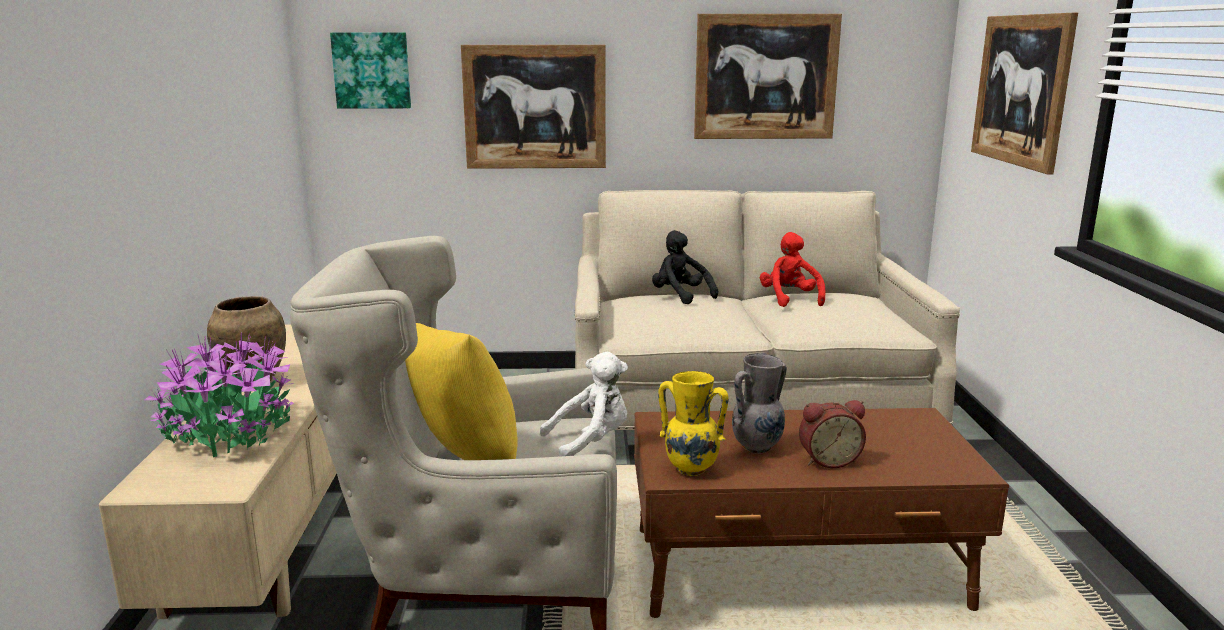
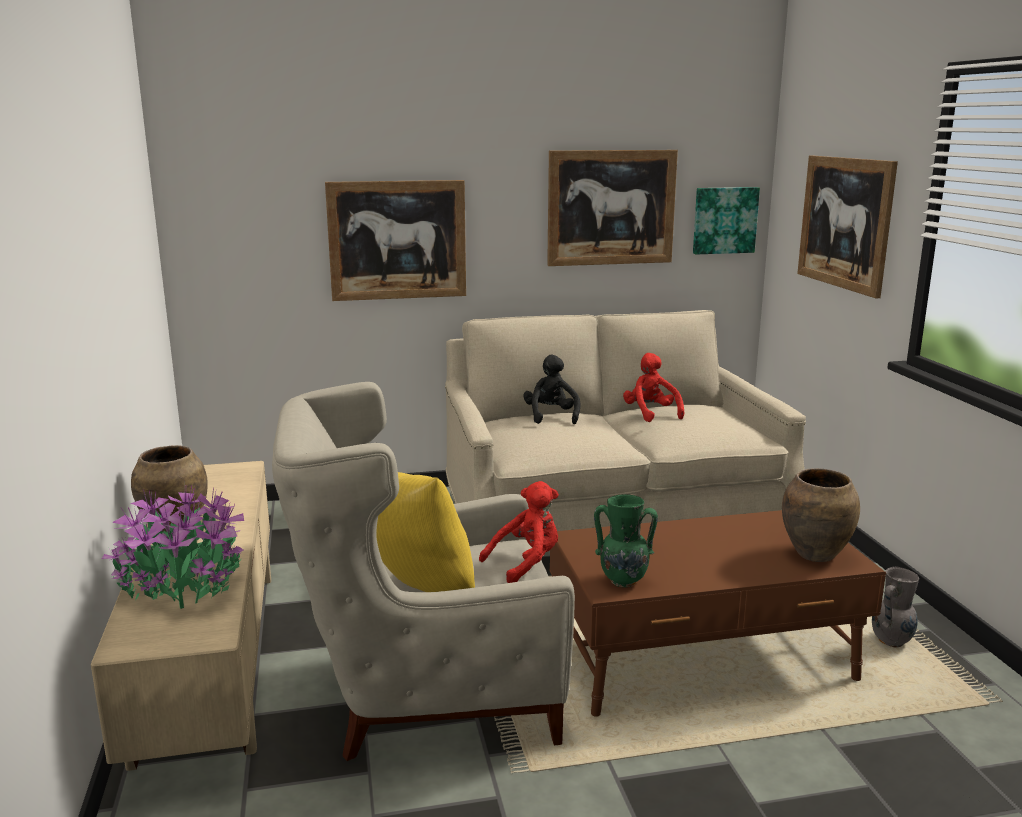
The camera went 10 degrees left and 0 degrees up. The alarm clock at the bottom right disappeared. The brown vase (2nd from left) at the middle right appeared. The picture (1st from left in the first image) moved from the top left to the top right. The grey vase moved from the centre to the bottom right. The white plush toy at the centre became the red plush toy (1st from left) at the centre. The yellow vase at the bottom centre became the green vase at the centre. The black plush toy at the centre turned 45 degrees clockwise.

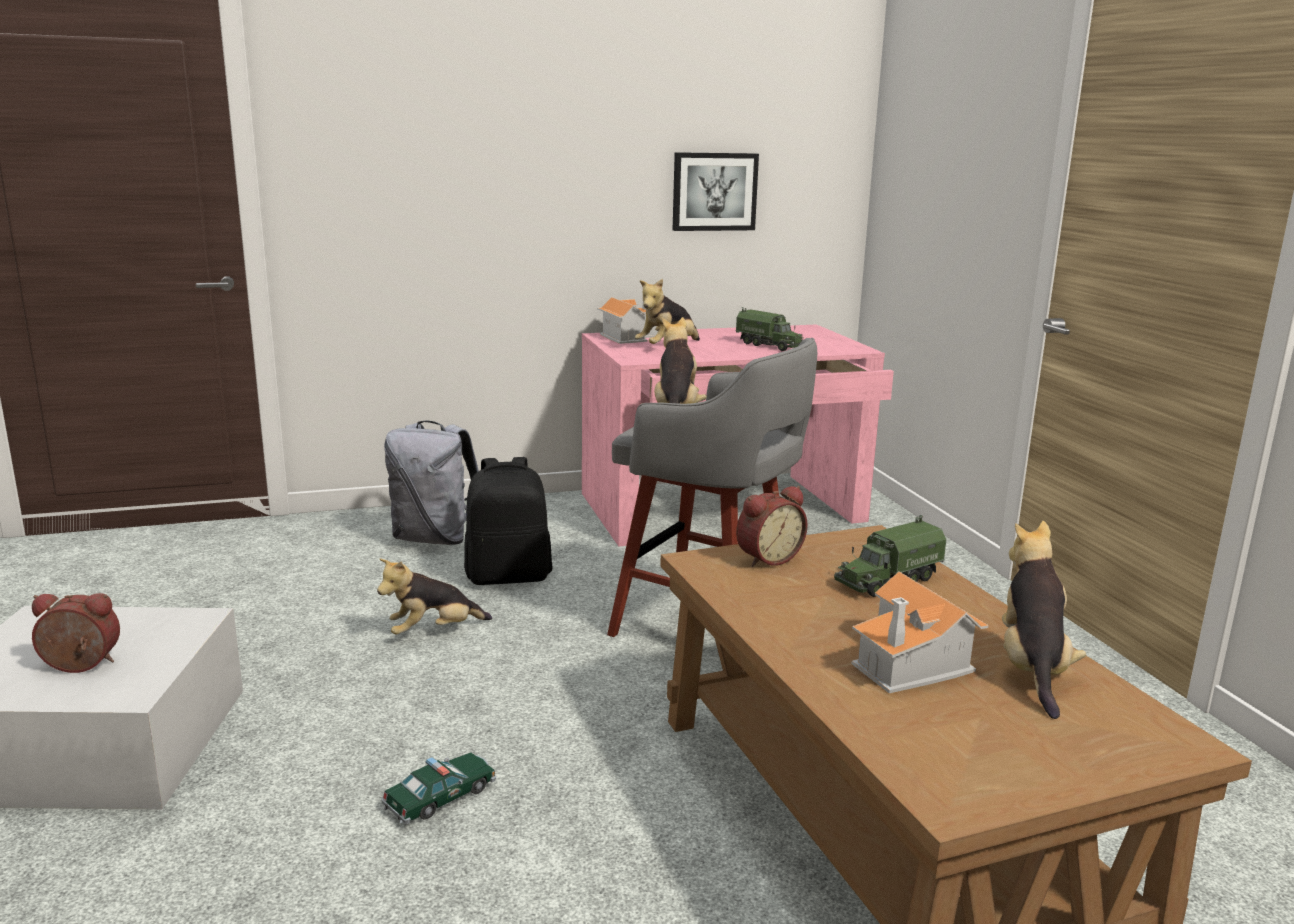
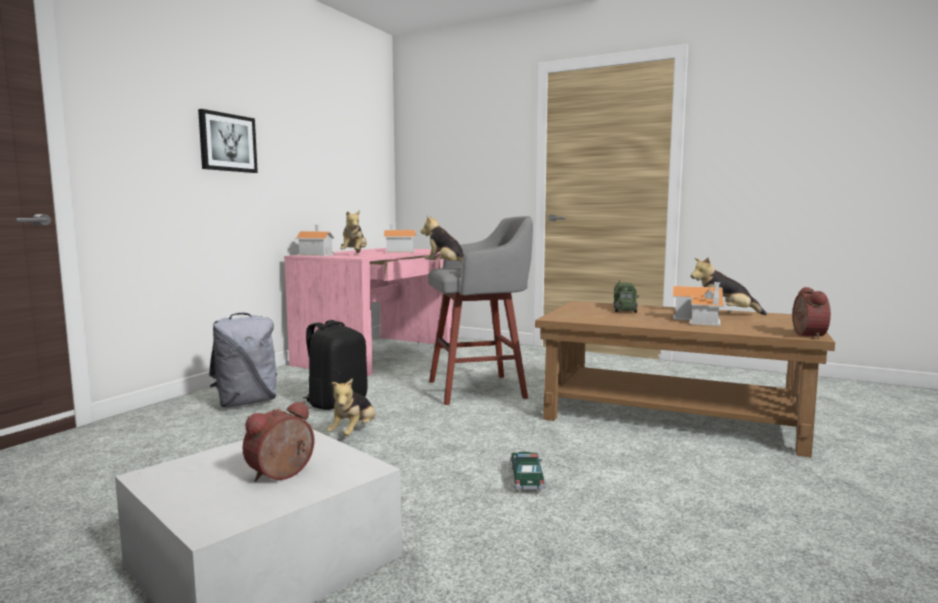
The camera went 45 degrees left and 10 degrees down. The picture moved from the top centre to the top left. The alarm clock (2nd from left) moved from the centre to the middle right. The toy truck (1st from left) at the centre was replaced by the toy house (2nd from left) at the centre. The plush toy (4th from left) at the bottom right turned 45 degrees counterclockwise.

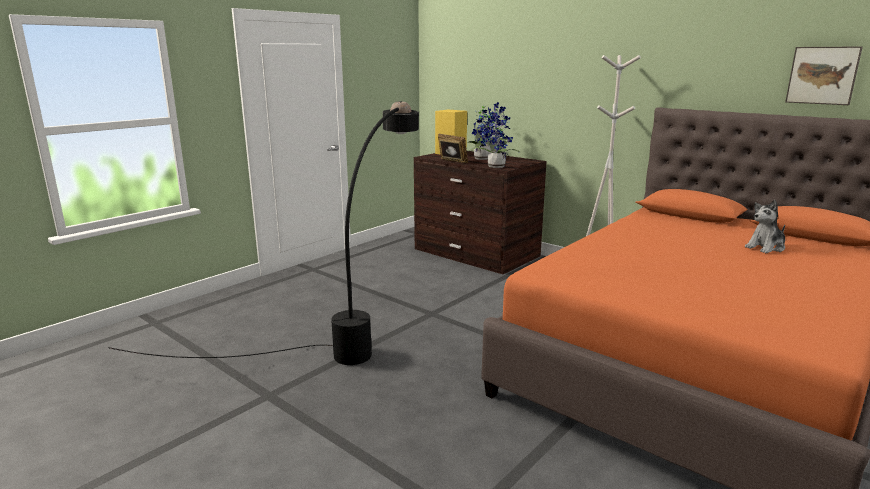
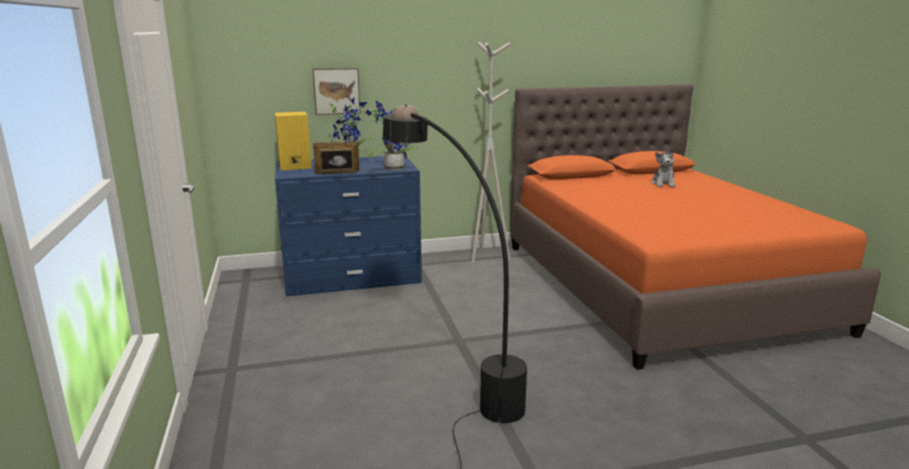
The camera went 55 degrees left and 0 degrees up. The picture moved from the top right to the top centre. The brown dresser at the centre became the blue dresser at the centre.

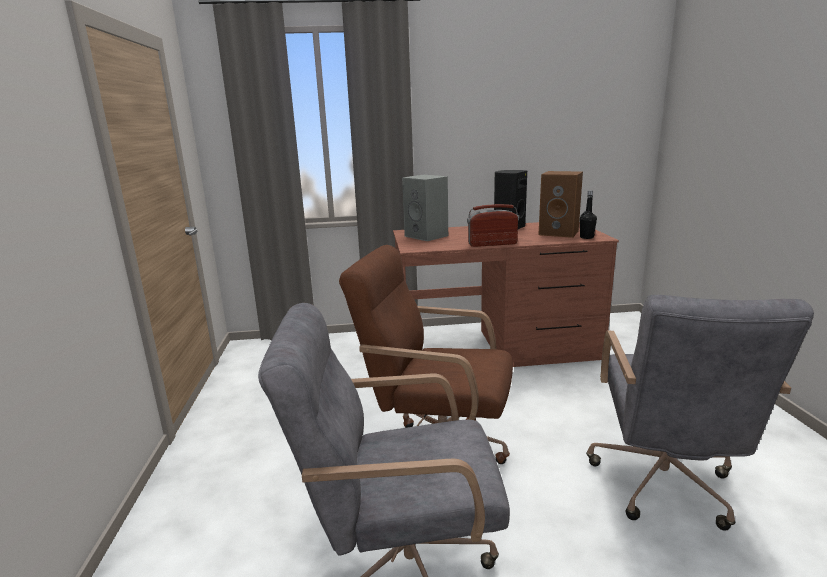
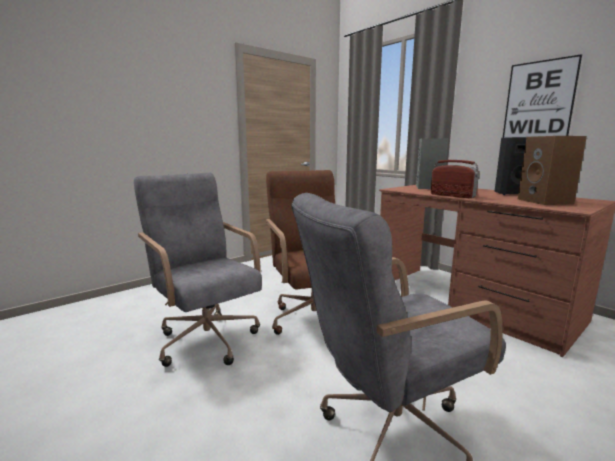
The camera went 55 degrees right and 5 degrees down. The black bottle at the middle right disappeared. The picture at the top right appeared.

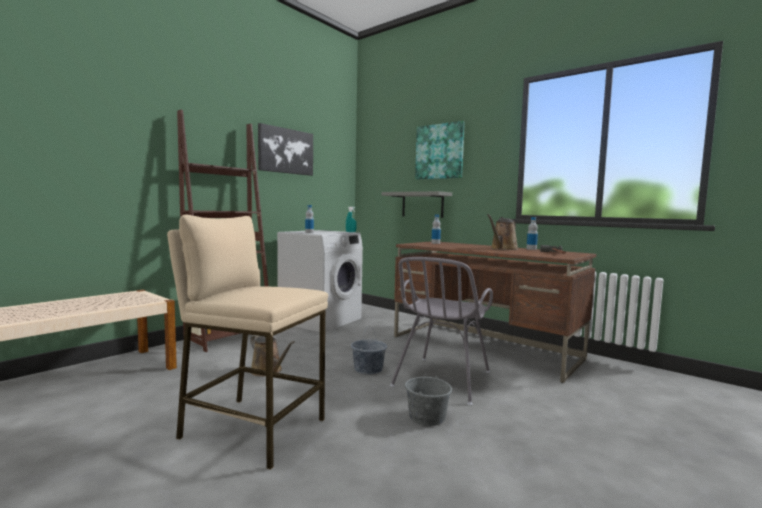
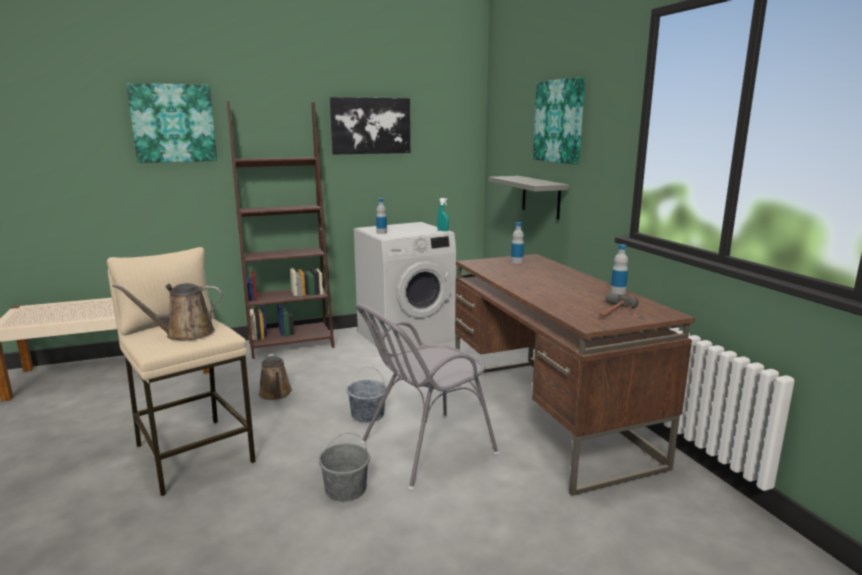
The camera went 30 degrees right and 10 degrees up. The picture (1st from left) at the top left appeared. The brown watering can (2nd from left in the first image) moved from the centre to the middle left.

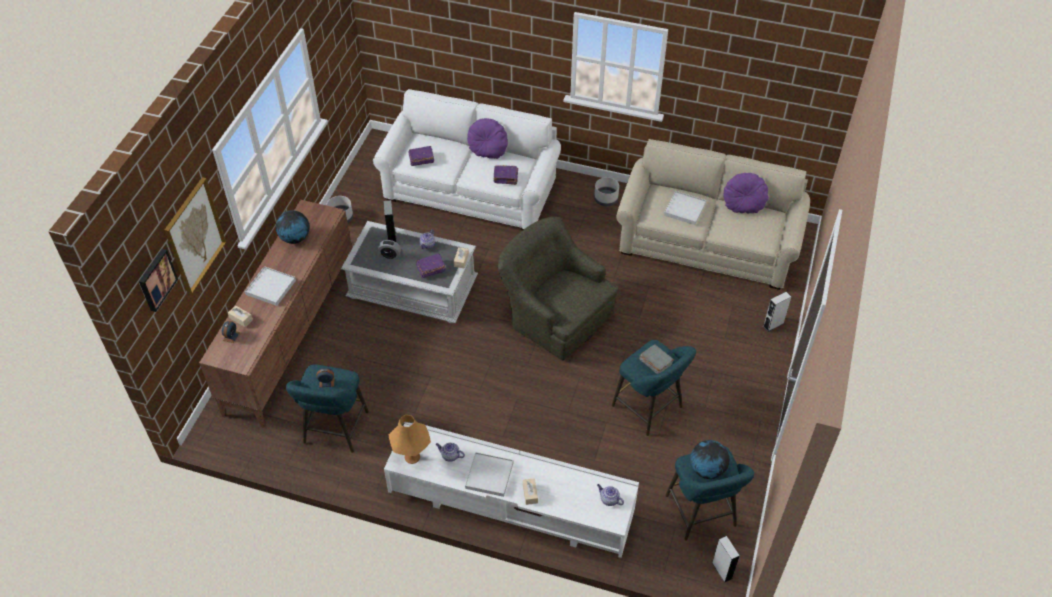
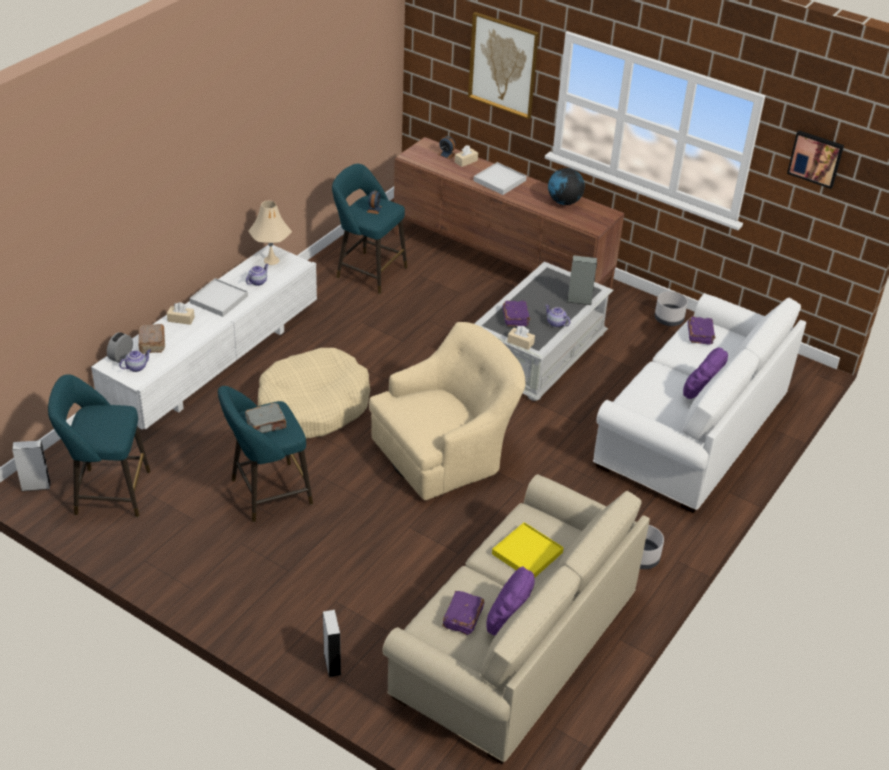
The camera went 105 degrees right and 10 degrees down. The globe (2nd from left) at the bottom right disappeared. The brown book at the middle left appeared. The beige dog bed at the centre appeared. The picture (1st from left in the first image) moved from the middle left to the top right. The alarm clock (3rd from left in the first image) moved from the centre to the middle left. The purple book (3rd from left in the first image) moved from the top centre to the bottom centre. The orange table lamp at the bottom centre became the beige table lamp at the top left. The green armchair at the centre became the beige armchair at the centre. The white tray (3rd from left) at the centre became the yellow tray at the bottom centre.

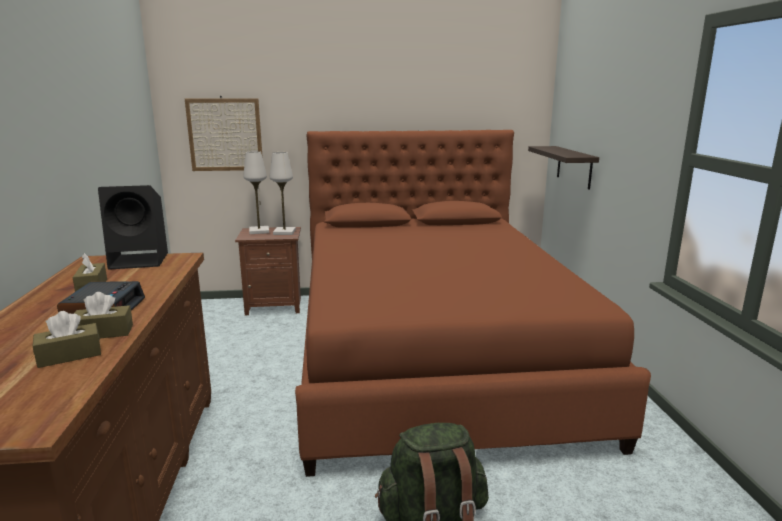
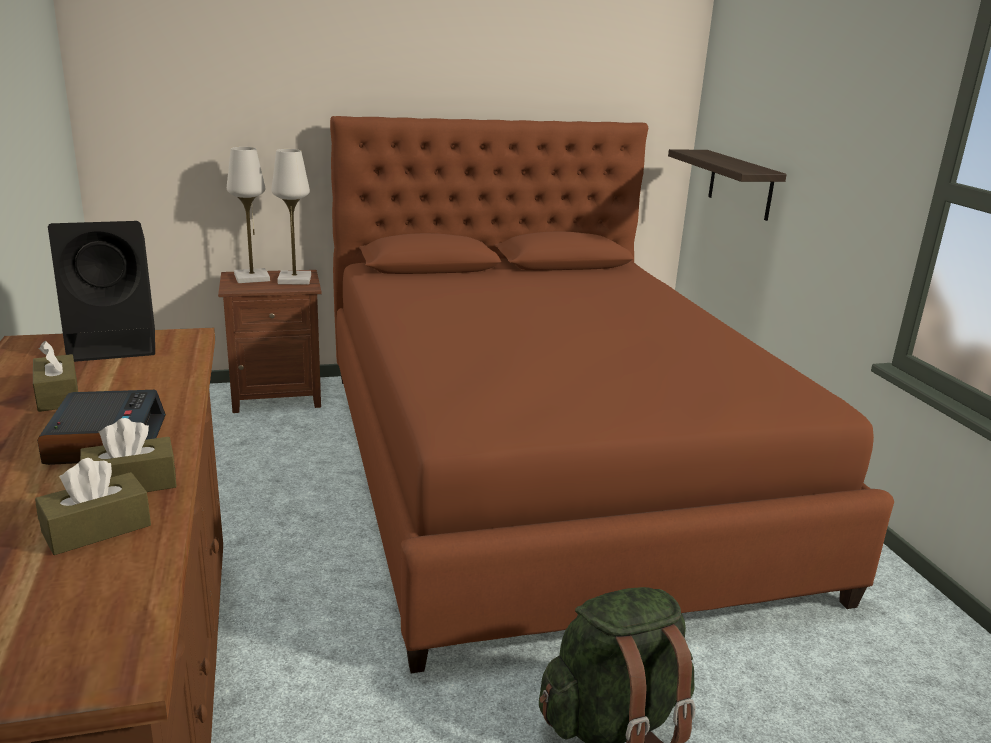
The camera went 10 degrees left and 5 degrees up. The picture at the top left disappeared.

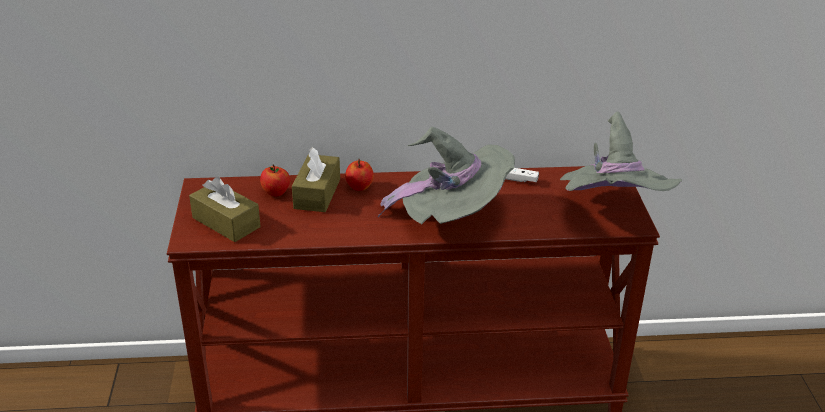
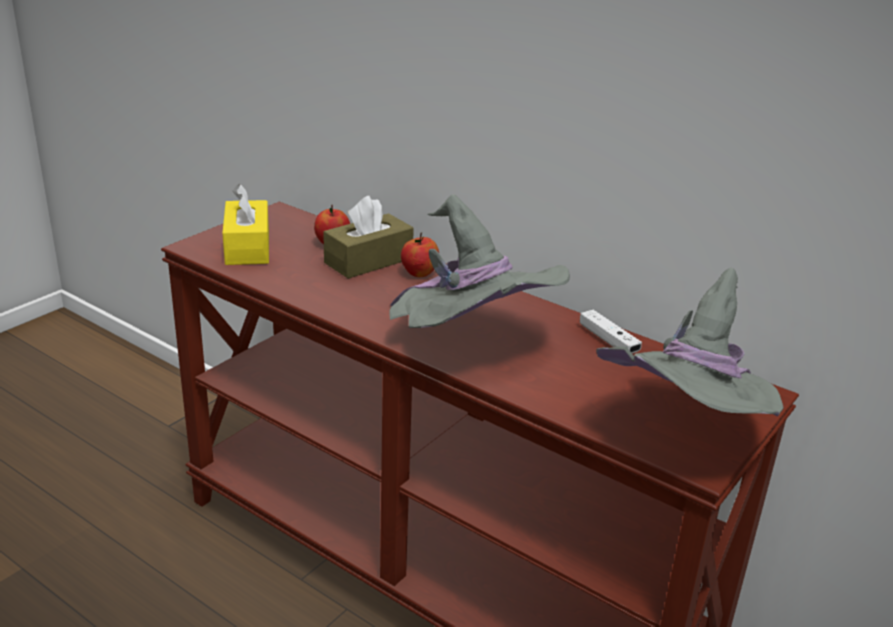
The camera went 40 degrees right and 5 degrees down. The brown tissue box (1st from left) at the middle left became the yellow tissue box at the middle left.

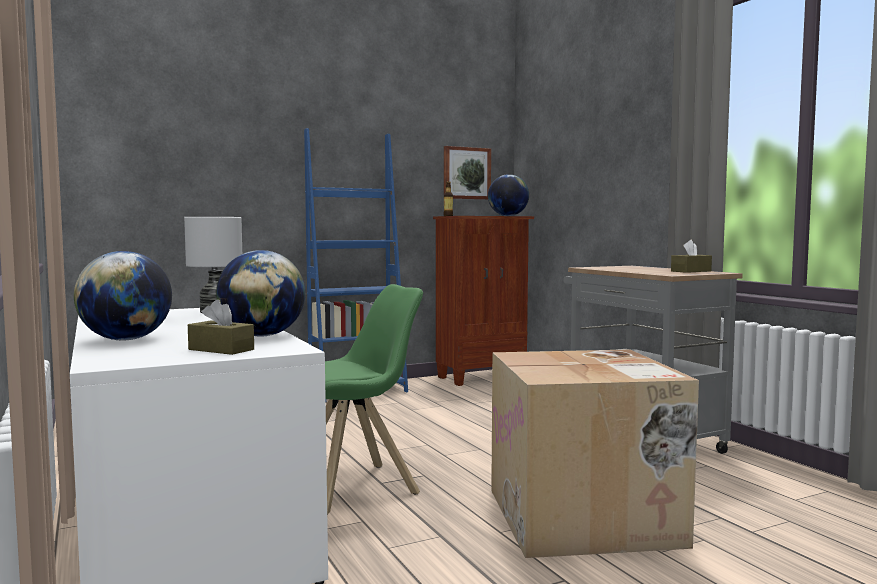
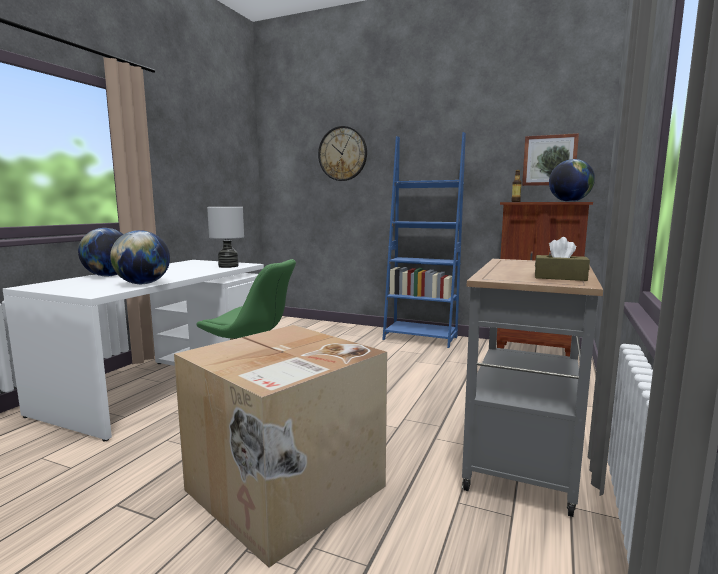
The camera went 50 degrees right and 5 degrees up. The brown tissue box (1st from left) at the middle left disappeared. The wall clock at the top centre appeared.

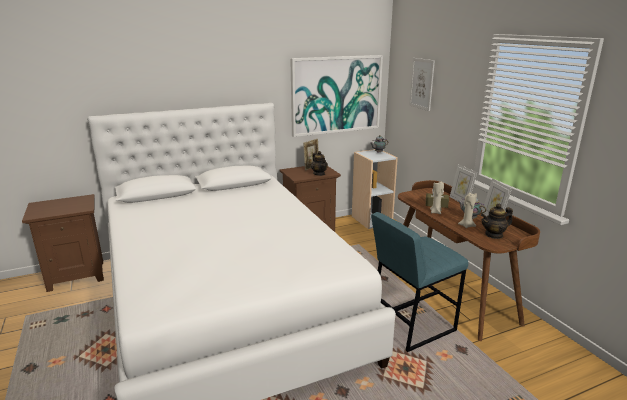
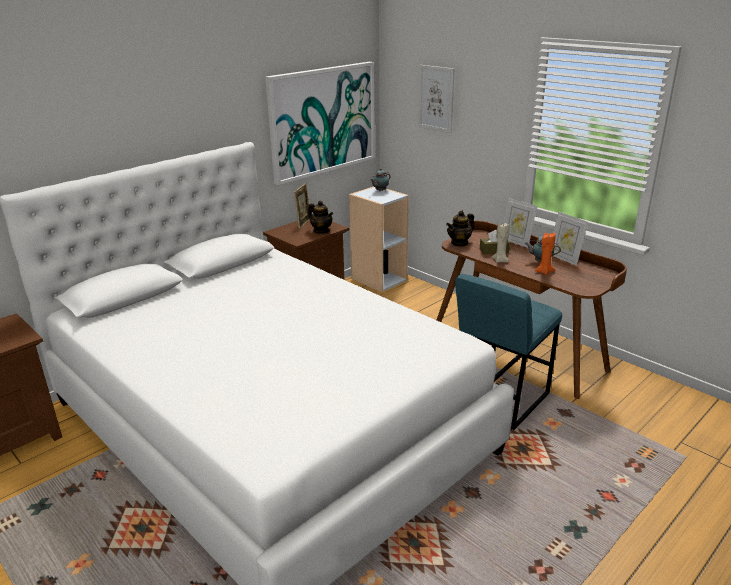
The camera went 20 degrees left and 5 degrees up. The teapot (4th from left in the first image) moved from the middle right to the centre. The beige candle (2nd from left) at the middle right became the orange candle at the middle right.

